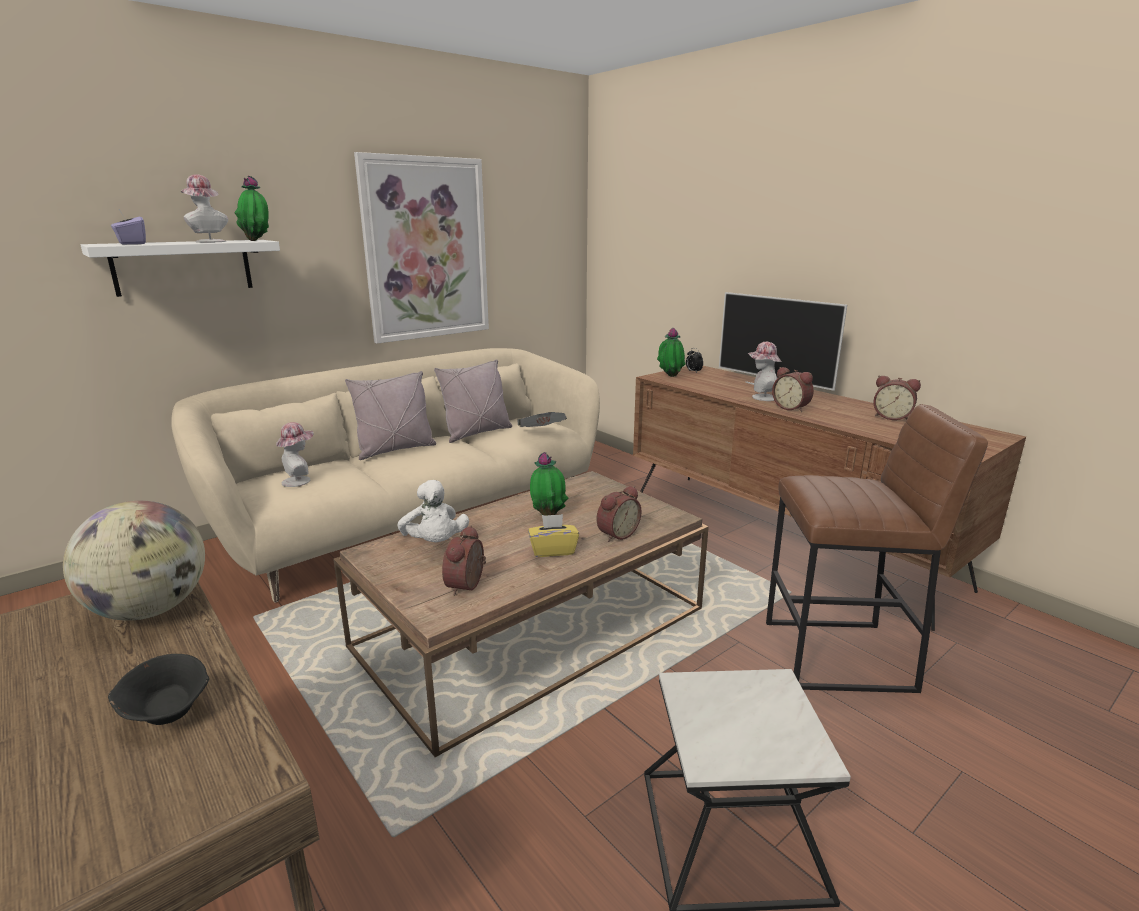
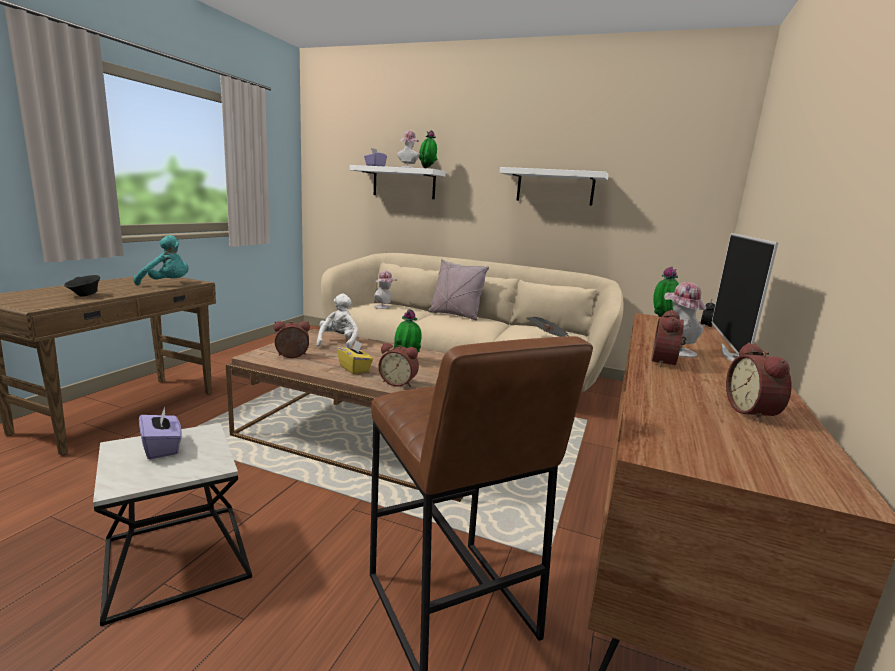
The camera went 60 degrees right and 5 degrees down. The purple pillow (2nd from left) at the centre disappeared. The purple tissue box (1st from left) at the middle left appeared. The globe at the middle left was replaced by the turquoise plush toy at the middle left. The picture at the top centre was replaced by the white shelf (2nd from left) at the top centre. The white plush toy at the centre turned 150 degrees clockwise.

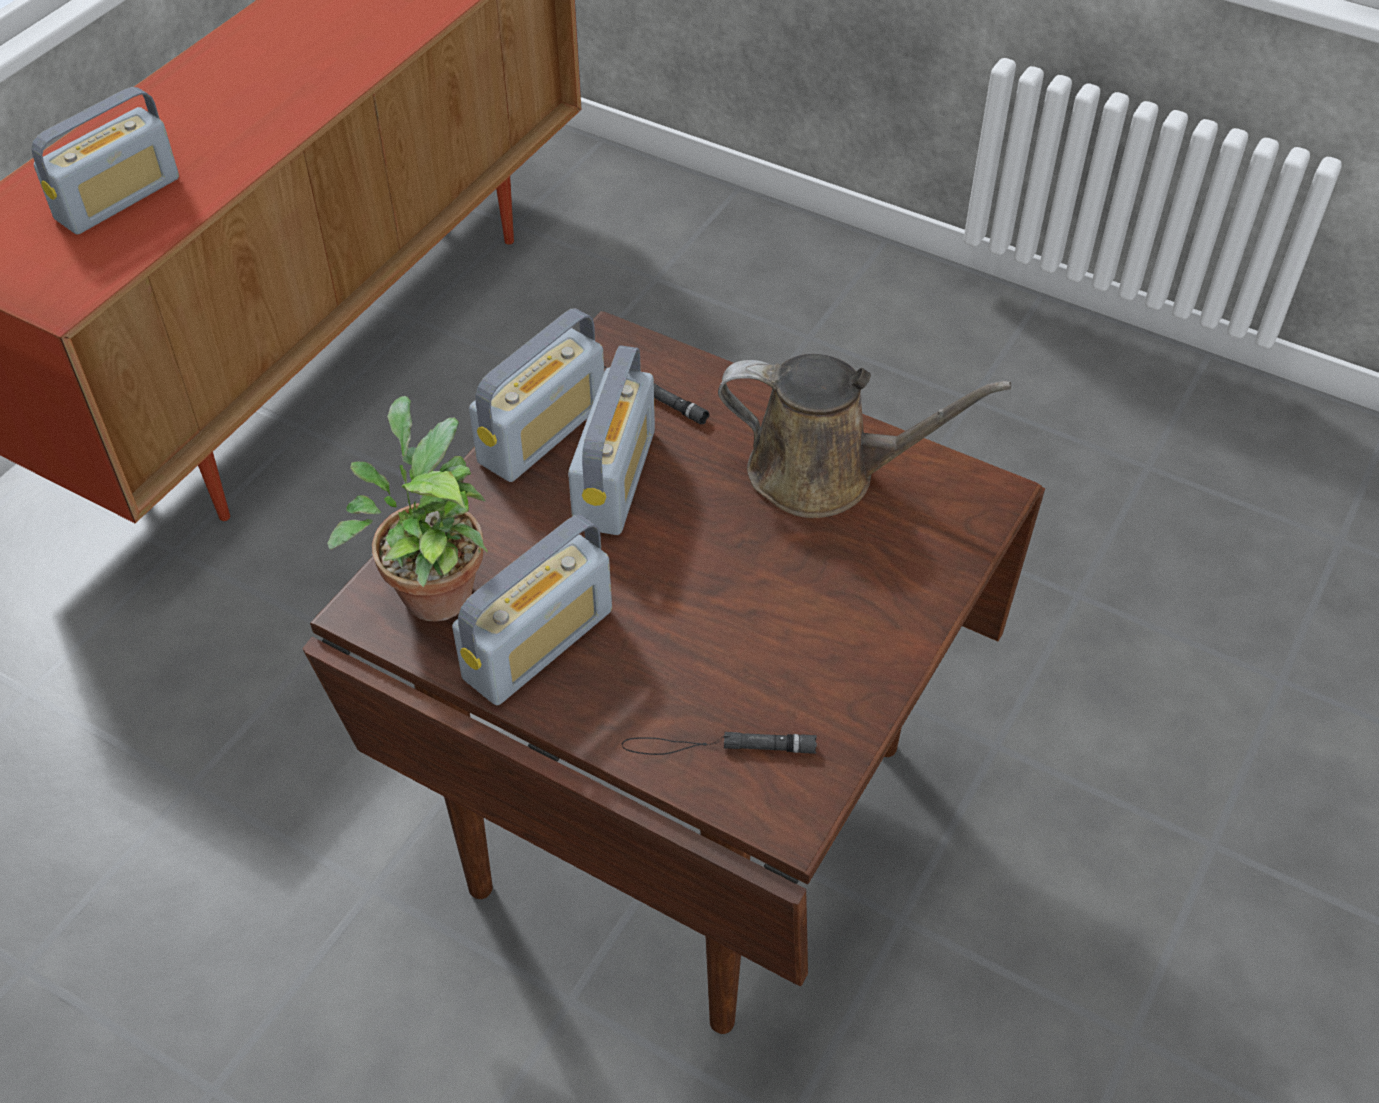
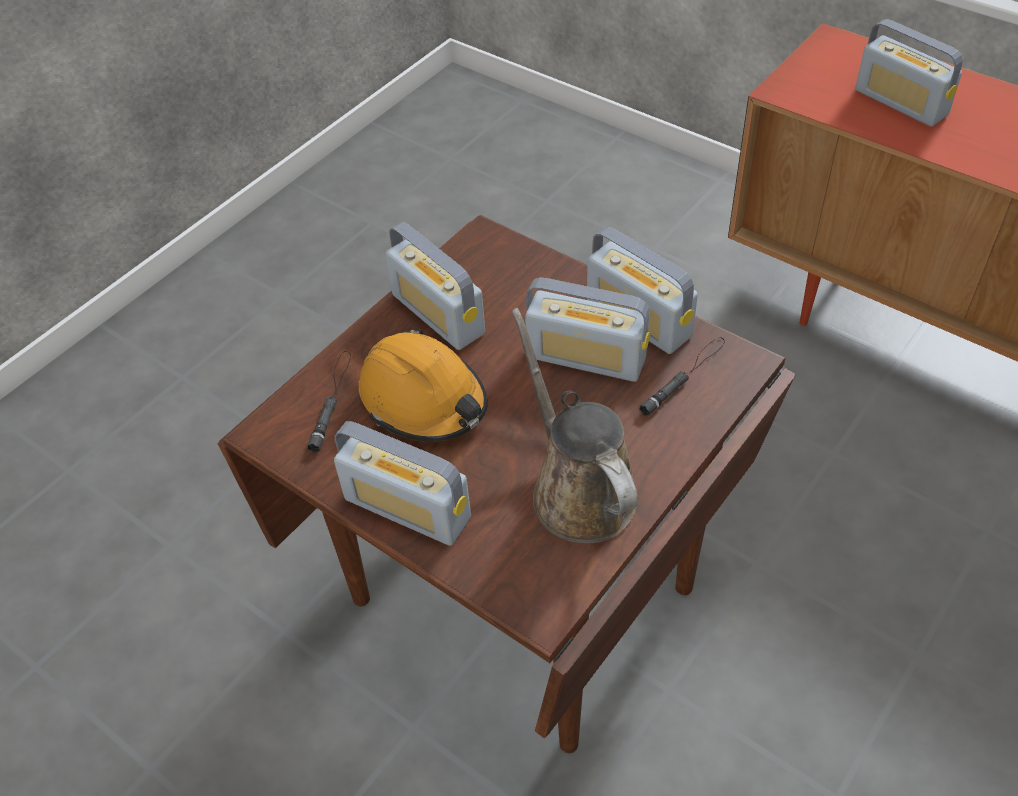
The camera went 100 degrees right and 0 degrees up. The potted plant at the middle left disappeared. The radio (1st from left) at the centre appeared. The orange hard hat at the centre appeared. The brown watering can at the centre turned 135 degrees clockwise.

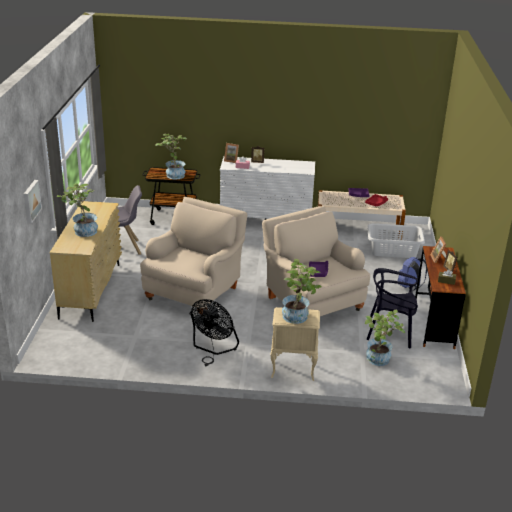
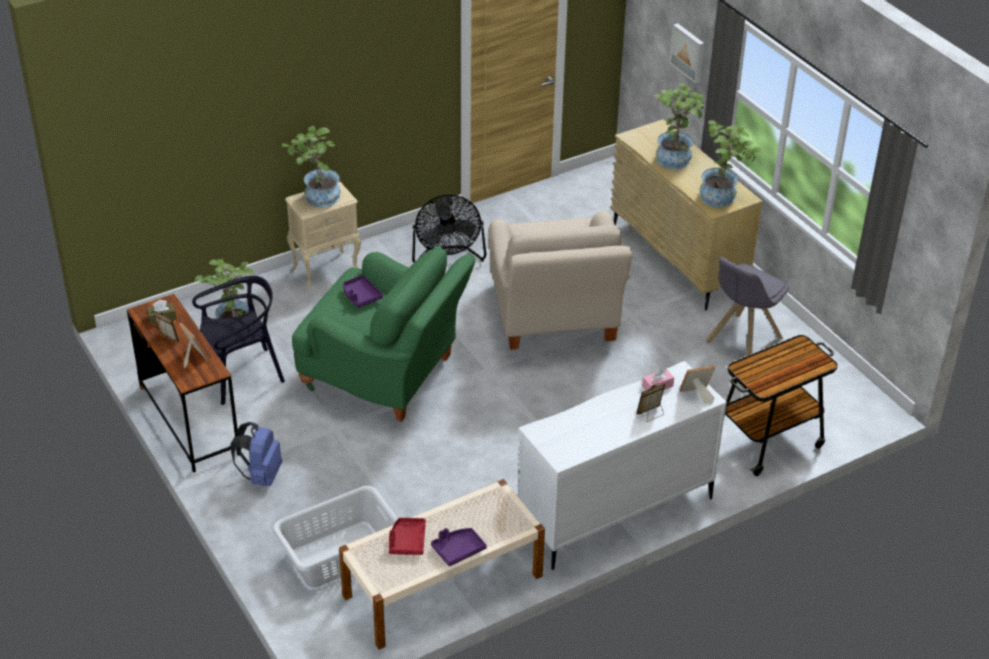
The camera went 145 degrees right and 10 degrees up. The potted plant (2nd from left in the first image) moved from the top centre to the top right. The beige armchair (2nd from left) at the centre became the green armchair at the centre.

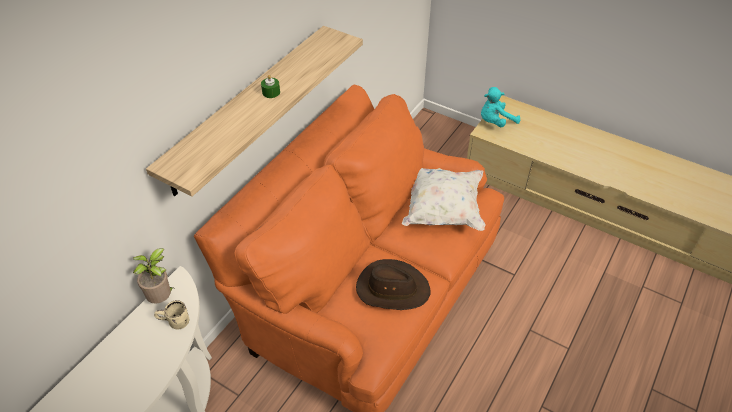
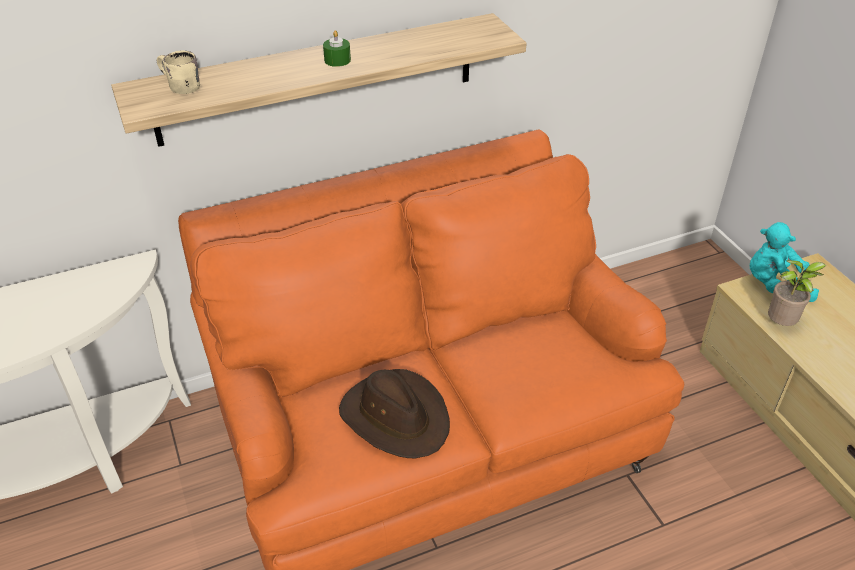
The camera went 35 degrees right and 5 degrees down. The white pillow at the centre disappeared. The potted plant moved from the bottom left to the middle right. The beige mug moved from the bottom left to the top left.

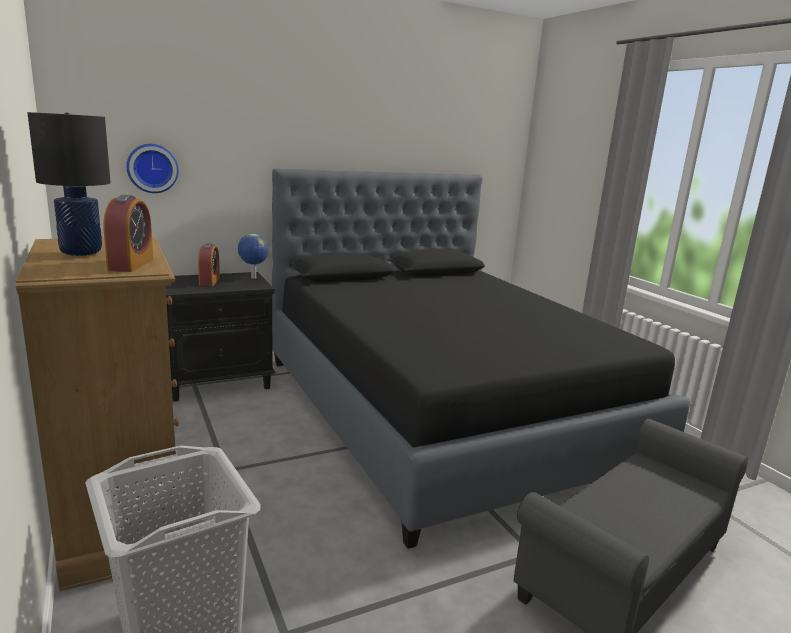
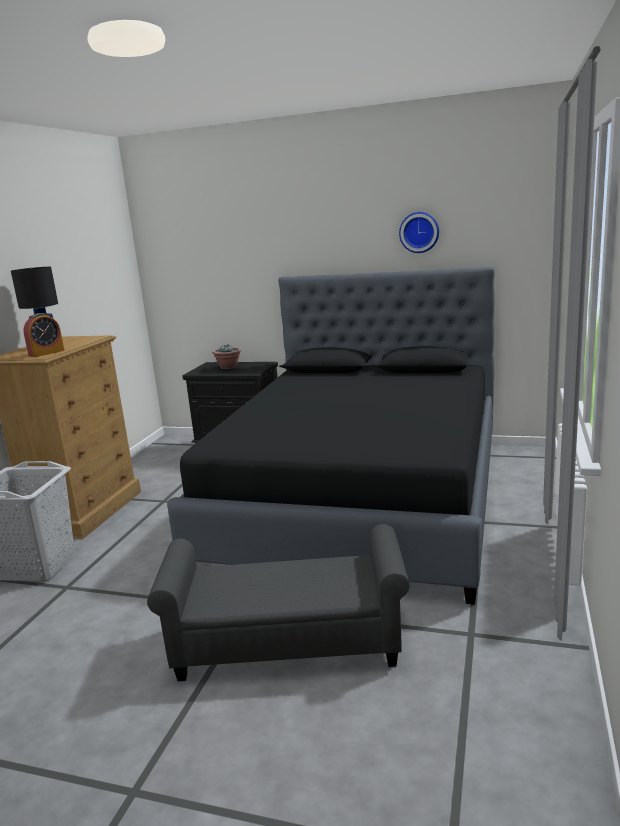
The camera went 45 degrees right and 0 degrees up. The globe at the middle left disappeared. The wall clock moved from the top left to the top right. The alarm clock (2nd from left) at the middle left was replaced by the potted plant at the centre.

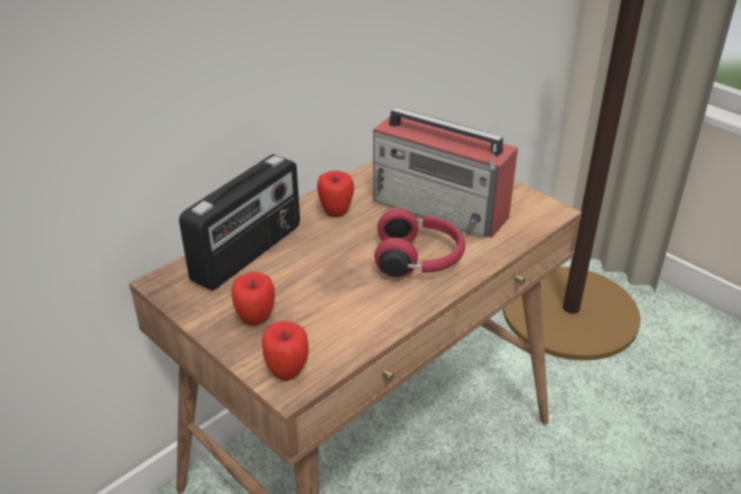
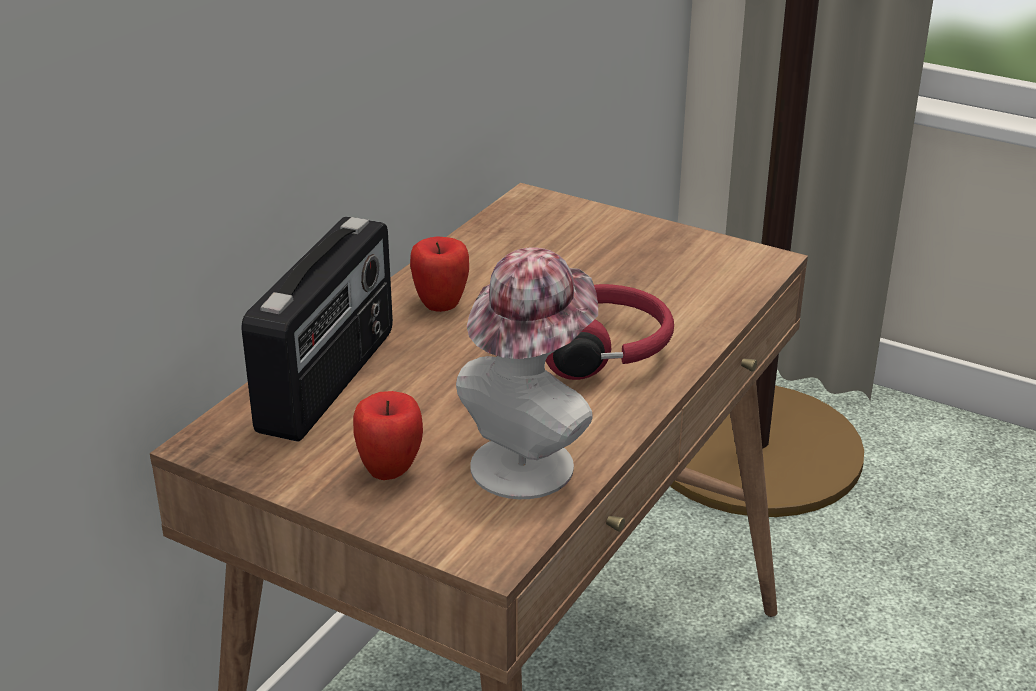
The camera went 15 degrees left and 5 degrees down. The apple (2nd from left) at the bottom centre disappeared. The radio (2nd from left) at the centre disappeared. The hat at the centre appeared.

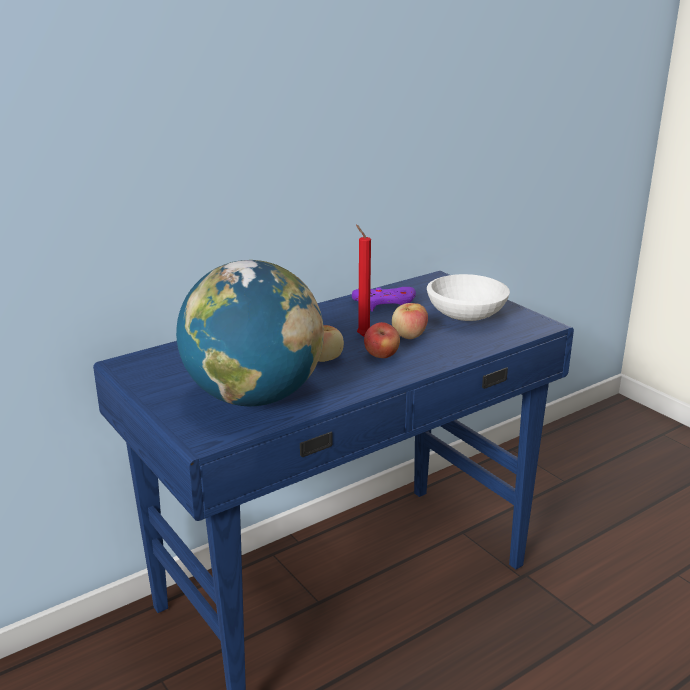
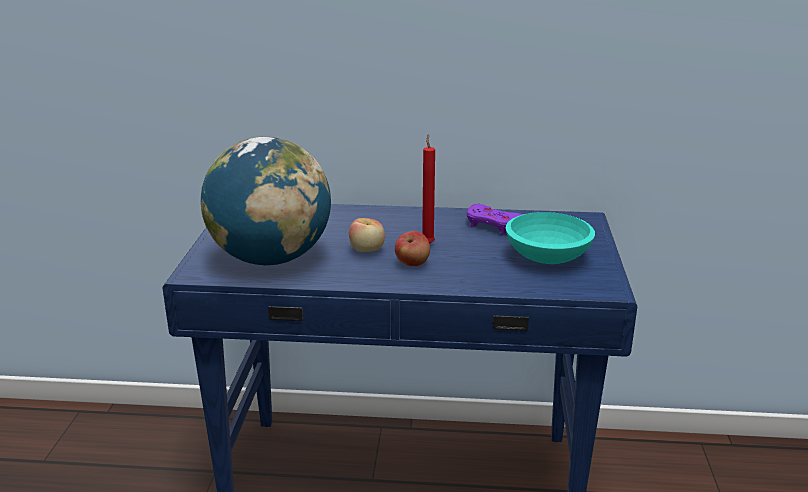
The camera went 40 degrees right and 0 degrees up. The apple (3rd from left) at the centre disappeared. The white bowl at the middle right became the turquoise bowl at the middle right.

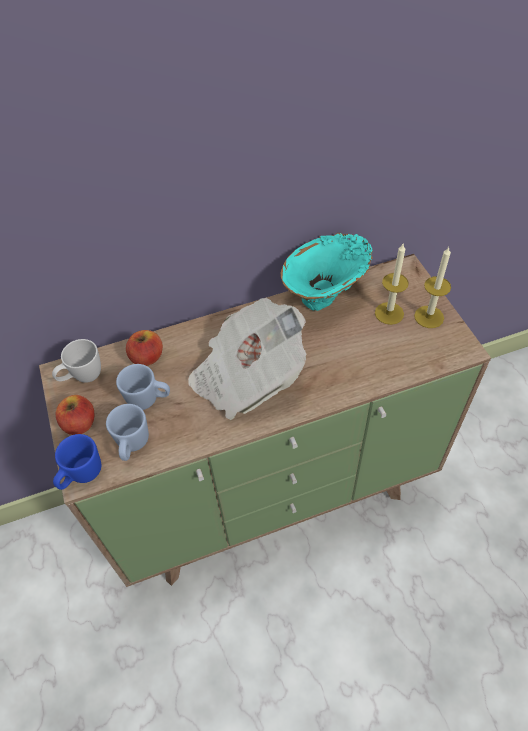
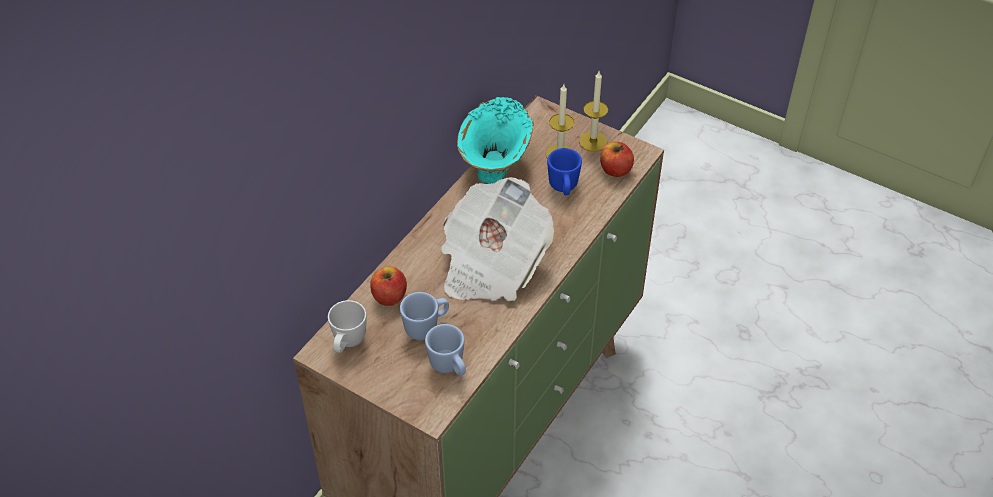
The camera went 40 degrees left and 5 degrees down. The blue mug (1st from left in the first image) moved from the middle left to the centre. The apple (1st from left in the first image) moved from the middle left to the top centre.

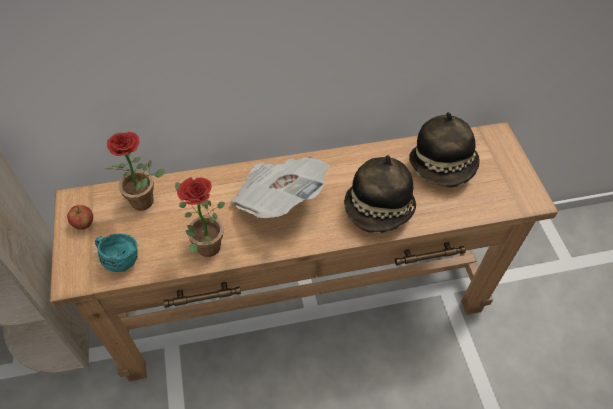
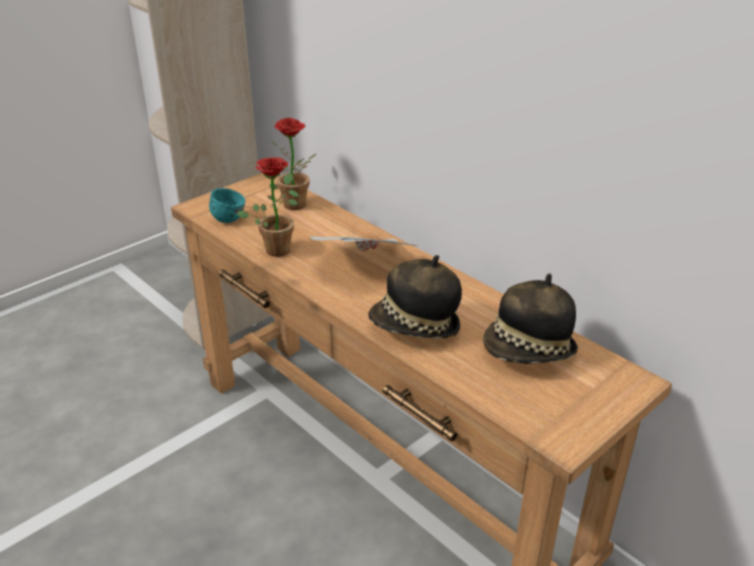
The camera went 60 degrees right and 20 degrees down. The apple at the middle left disappeared.

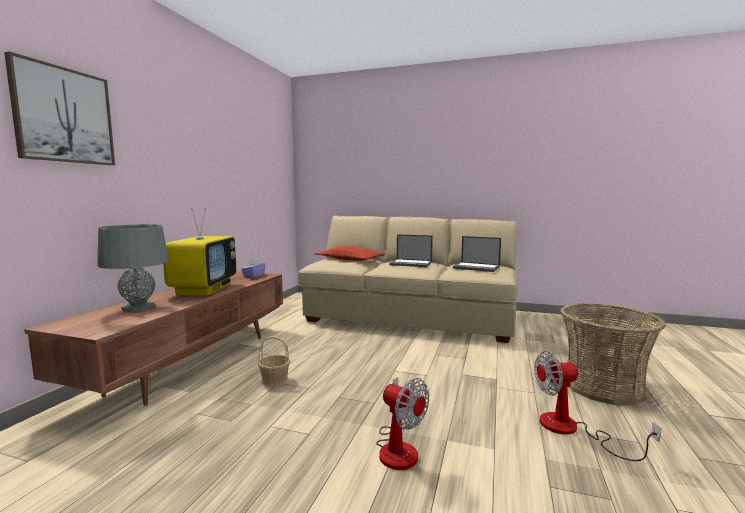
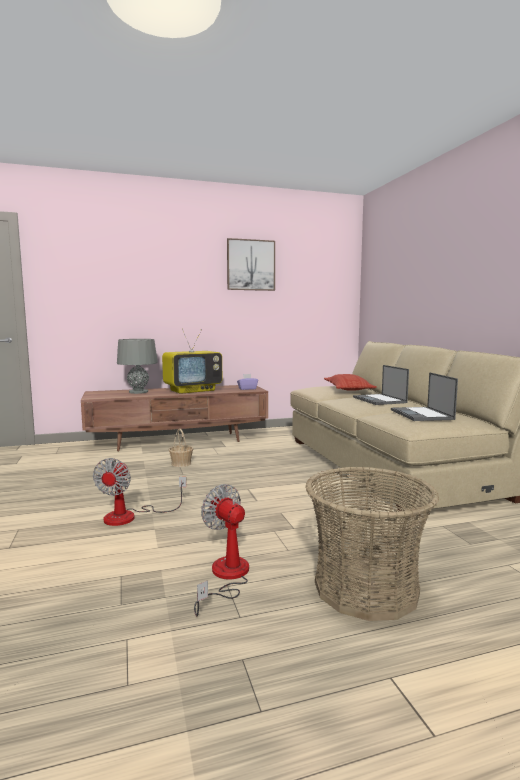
The camera went 55 degrees right and 0 degrees up. The picture moved from the top left to the centre.

